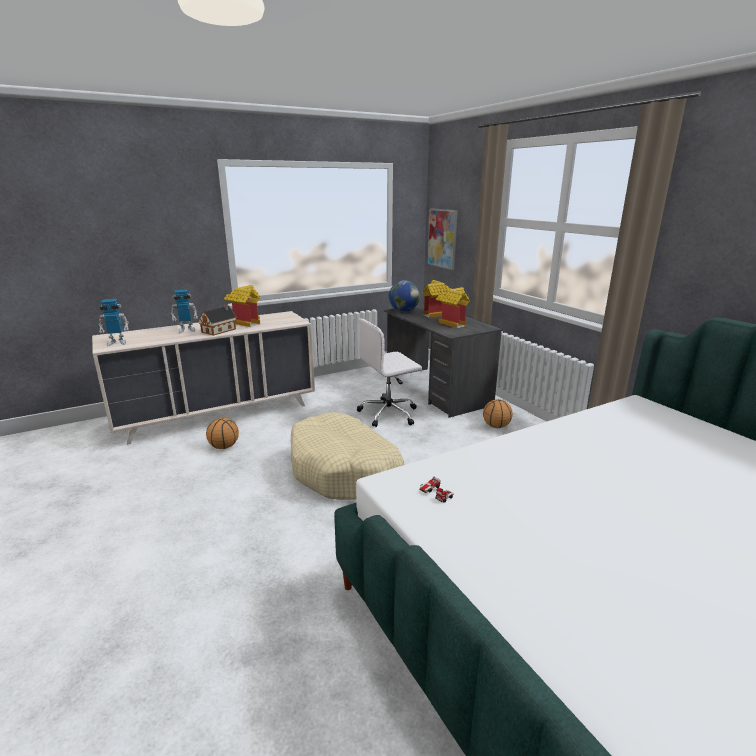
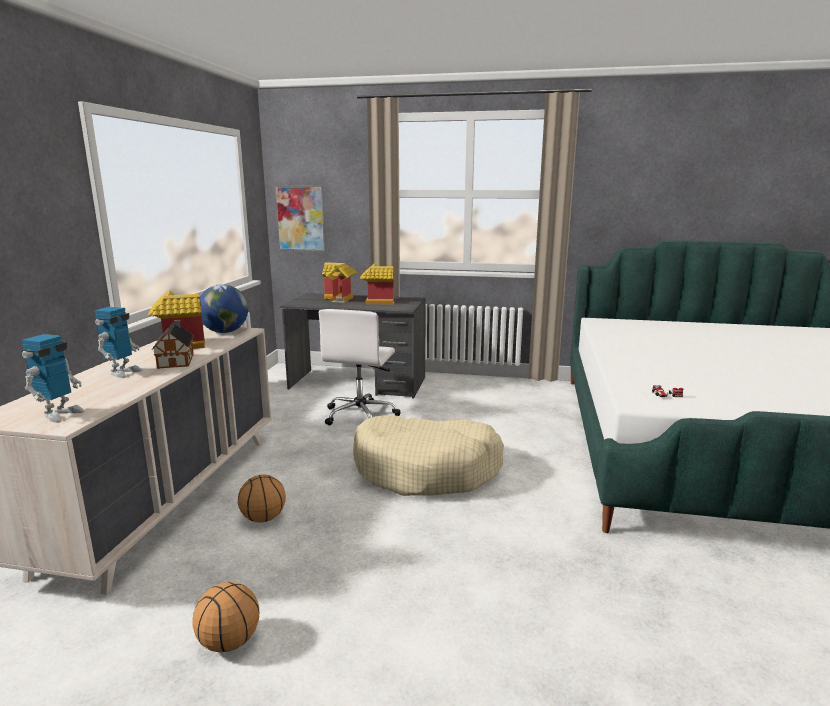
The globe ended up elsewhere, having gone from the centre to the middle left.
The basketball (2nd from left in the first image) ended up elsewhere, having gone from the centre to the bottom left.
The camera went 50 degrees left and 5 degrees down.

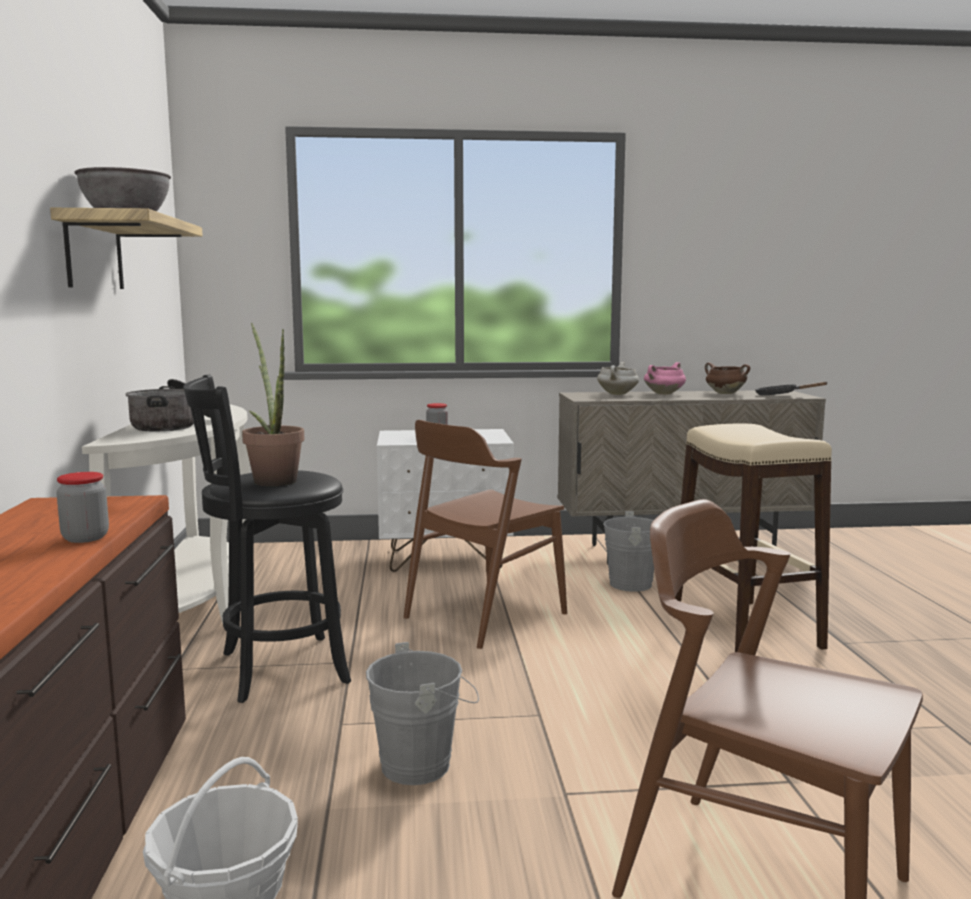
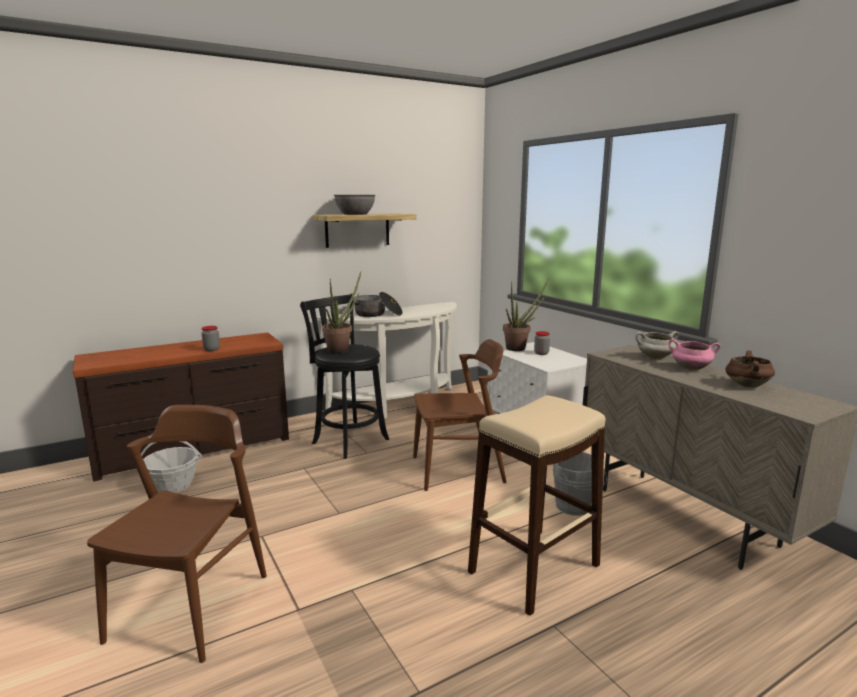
The second view lost the bucket/grey (1st from left) at the bottom centre.
The second view lost the frying pan/black at the middle right.
The second view gained the potted plant (2nd from left) at the centre.
The chair/brown (1st from left in the first image) at the centre ended up facing another way, 150 degrees clockwise from before.
The camera went 65 degrees right and 5 degrees up.

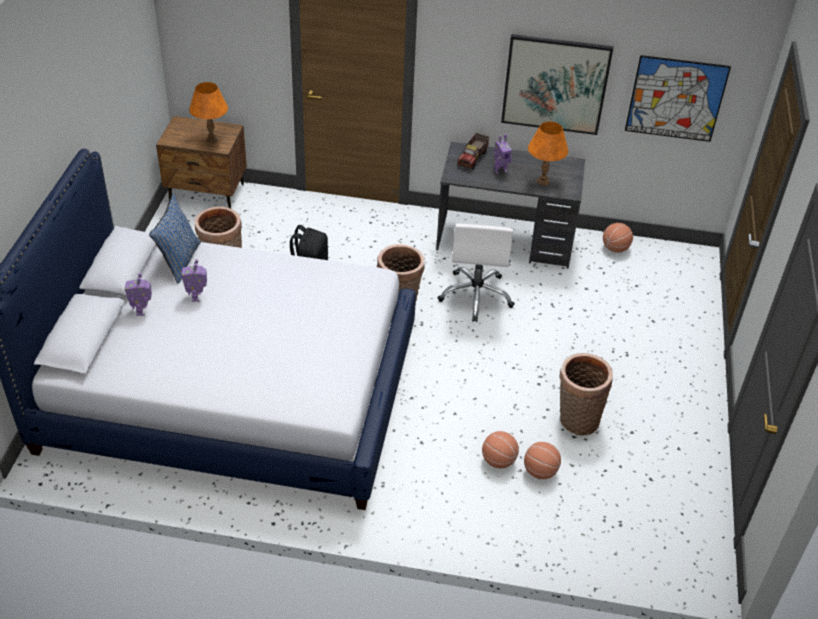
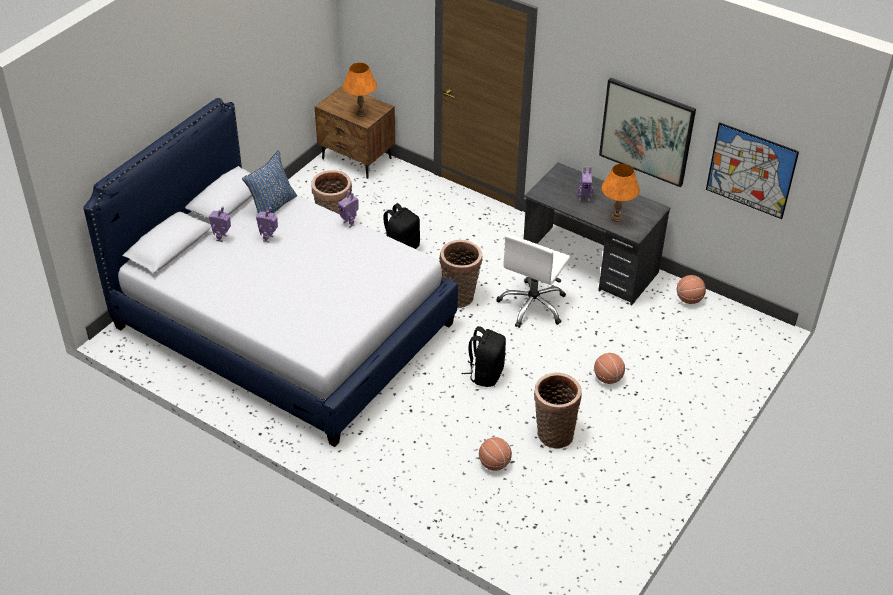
The second view lost the toy truck at the top centre.
The second view gained the toy robot (3rd from left) at the centre.
The second view gained the backpack/black (2nd from left) at the centre.
The basketball (1st from left in the first image) ended up elsewhere, having gone from the bottom centre to the middle right.
The camera went 25 degrees right and 0 degrees up.

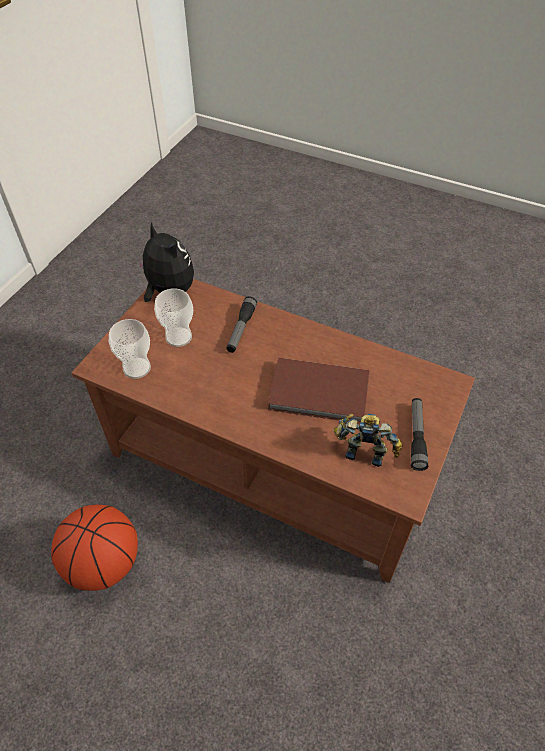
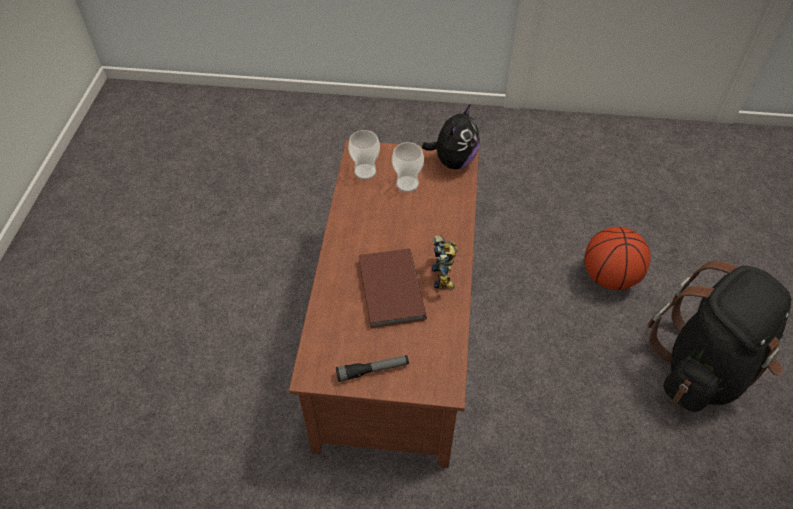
The second view lost the flashlight (1st from left) at the centre.
The second view gained the backpack/black at the middle right.
The basketball ended up elsewhere, having gone from the bottom left to the middle right.
The toy robot ended up elsewhere, having gone from the middle right to the centre.
The camera went 70 degrees right and 0 degrees up.

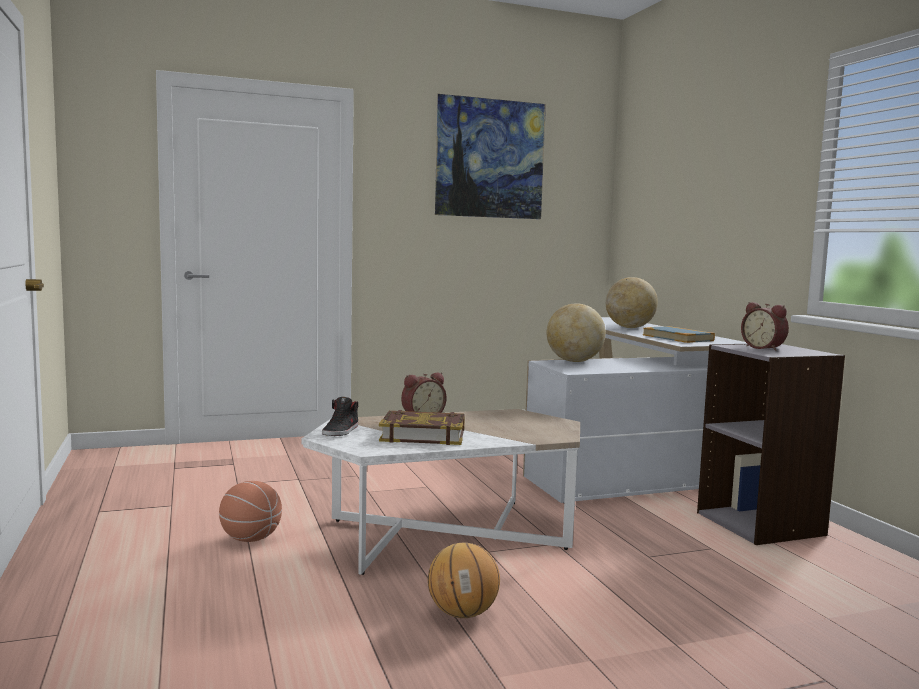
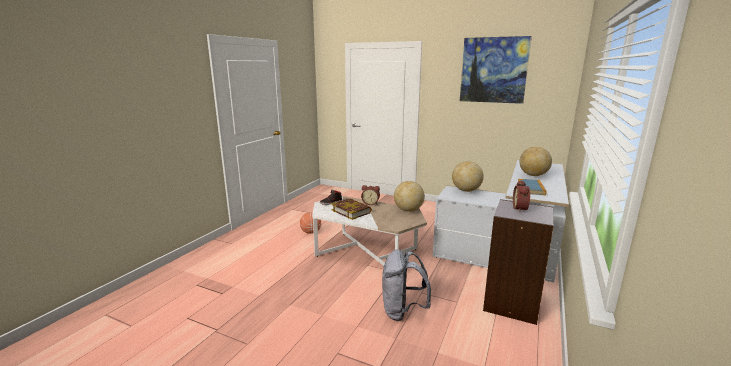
The second view lost the basketball (2nd from left) at the bottom centre.
The second view gained the backpack/grey at the bottom centre.
The second view gained the globe (1st from left) at the centre.
The camera went 45 degrees right and 10 degrees up.

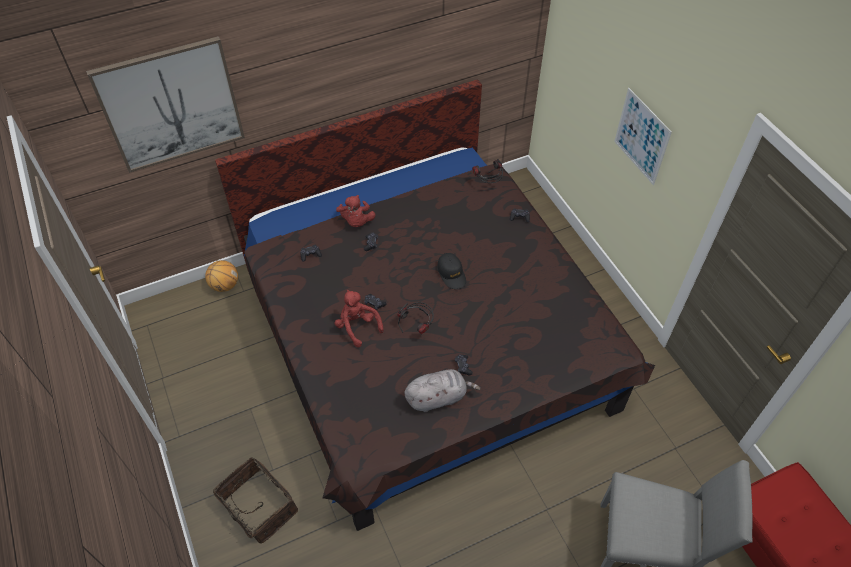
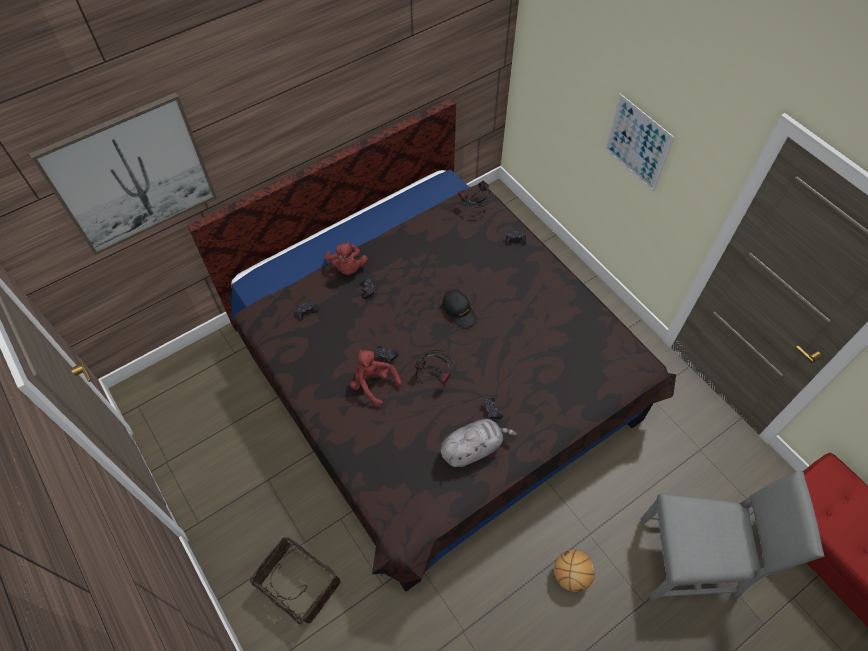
The basketball ended up elsewhere, having gone from the middle left to the bottom centre.
The camera went 10 degrees left and 5 degrees up.

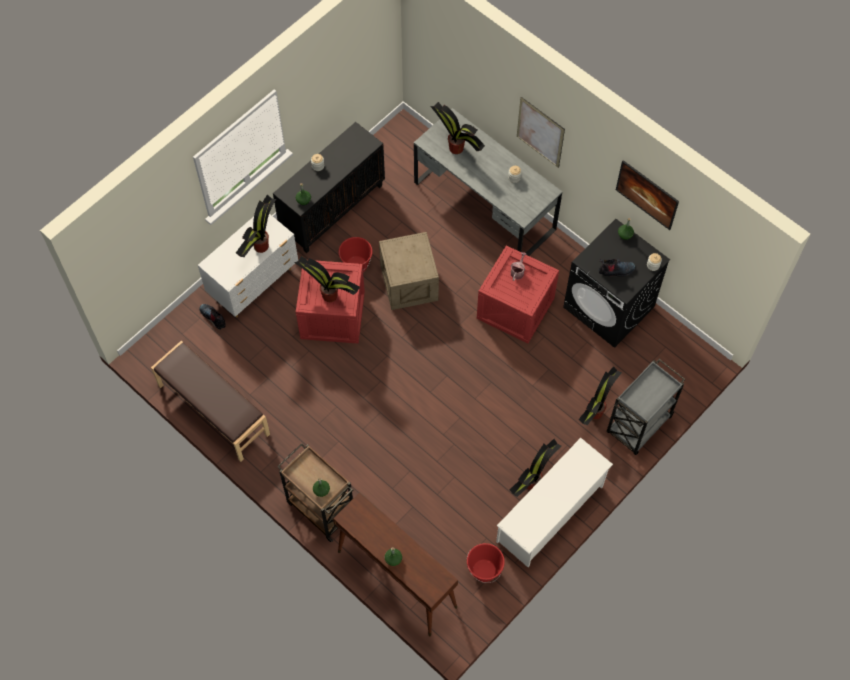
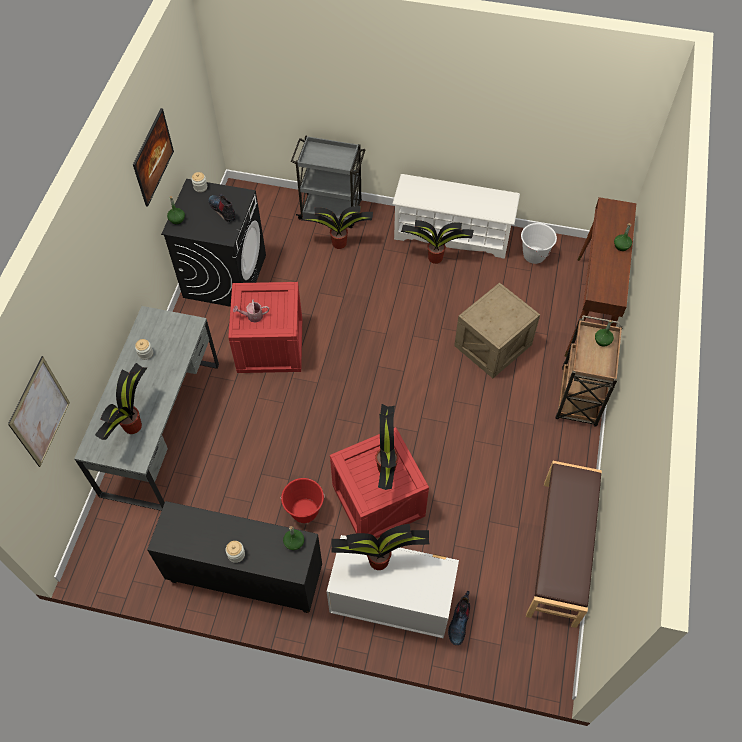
The crate (2nd from left in the first image) ended up elsewhere, having gone from the centre to the middle right.
The picture (1st from left) ended up elsewhere, having gone from the top centre to the middle left.
What was the bucket/red (2nd from left) at the bottom centre turned into the bucket/white at the top right.
The camera went 120 degrees left and 5 degrees down.

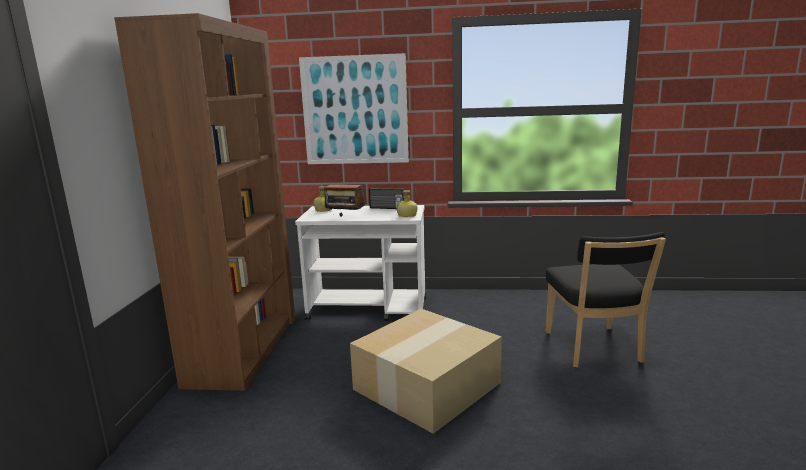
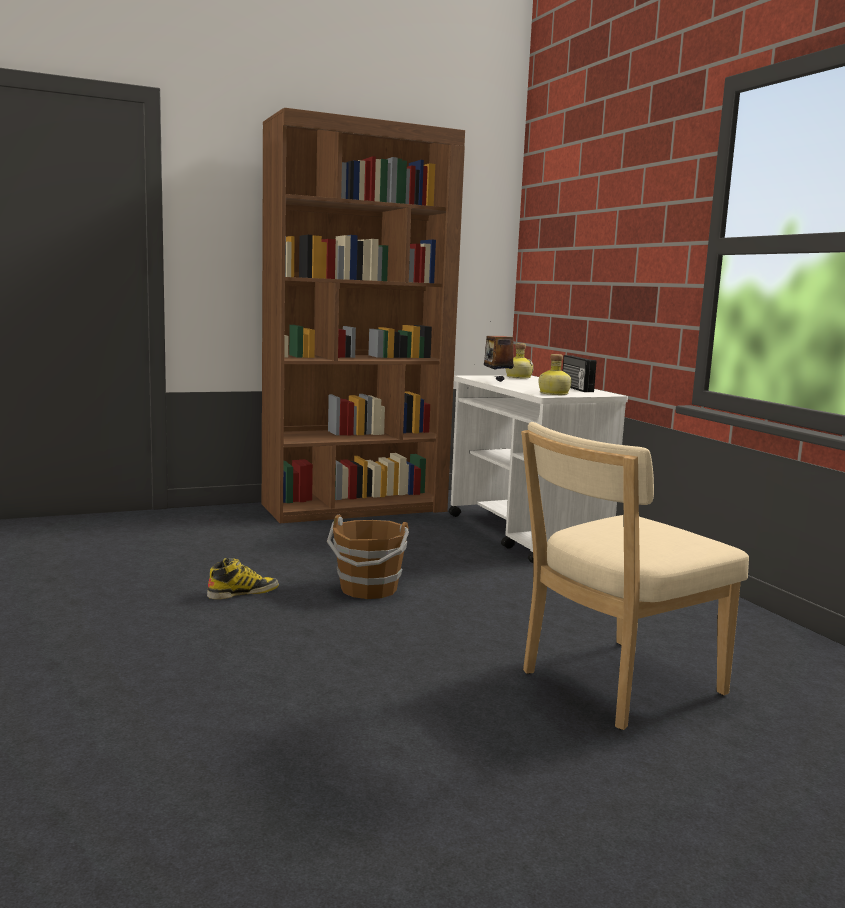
The second view lost the picture at the top centre.
The second view gained the boot at the middle left.
Where the cardboard box stood at the bottom centre, the bucket/brown came to stand at the centre.
What was the chair/black at the middle right turned into the chair/beige at the middle right.
The camera went 60 degrees right and 5 degrees down.

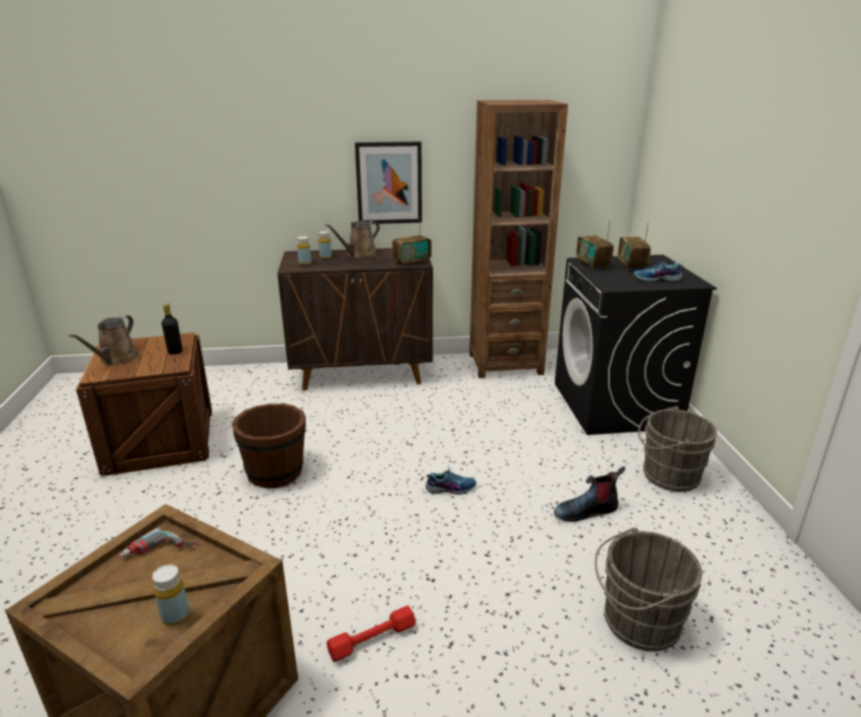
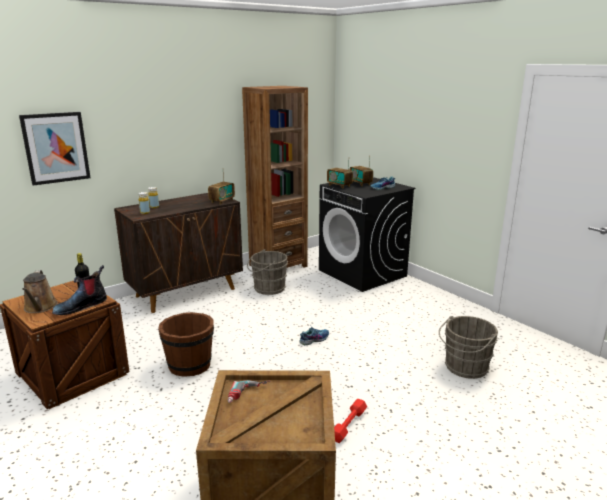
The second view lost the bottle/yellow (1st from left) at the bottom left.
The second view lost the watering can/brown (2nd from left) at the centre.
The picture ended up elsewhere, having gone from the top centre to the top left.
The boot ended up elsewhere, having gone from the bottom right to the middle left.
The bucket/grey (2nd from left in the first image) ended up elsewhere, having gone from the middle right to the centre.
The camera went 30 degrees left and 5 degrees down.

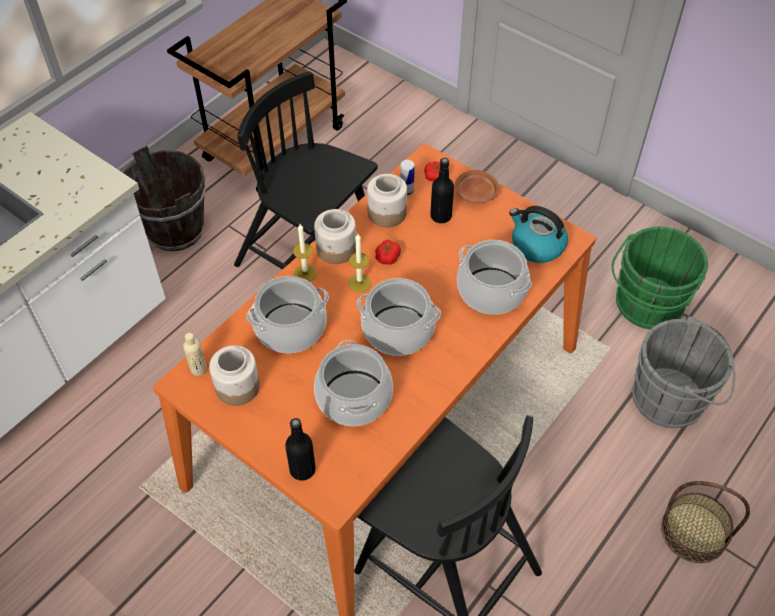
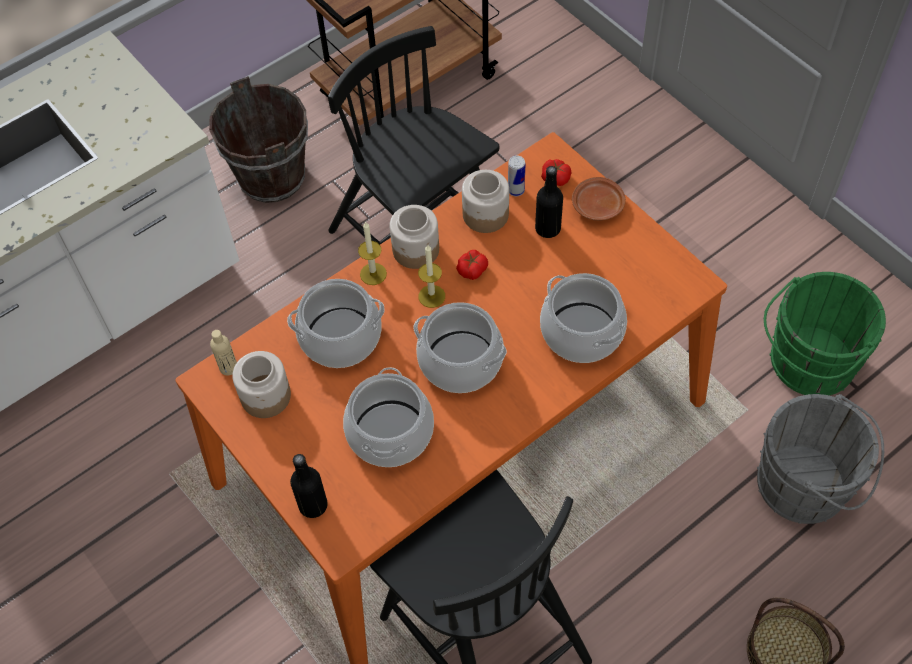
The second view lost the kettle at the middle right.
The camera went 15 degrees right and 5 degrees up.

